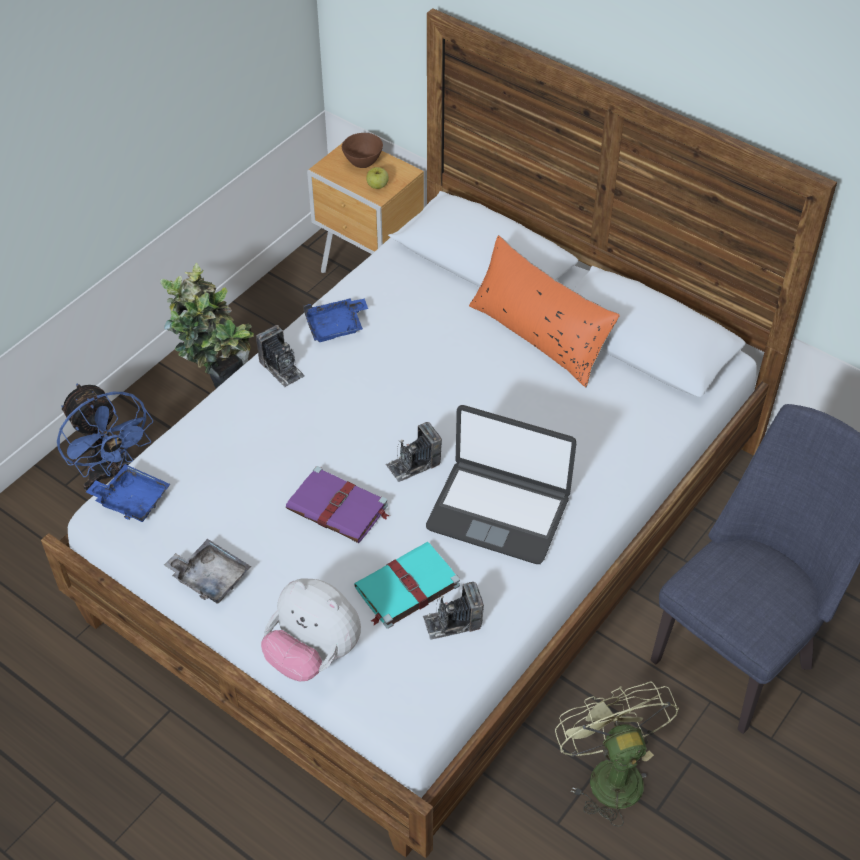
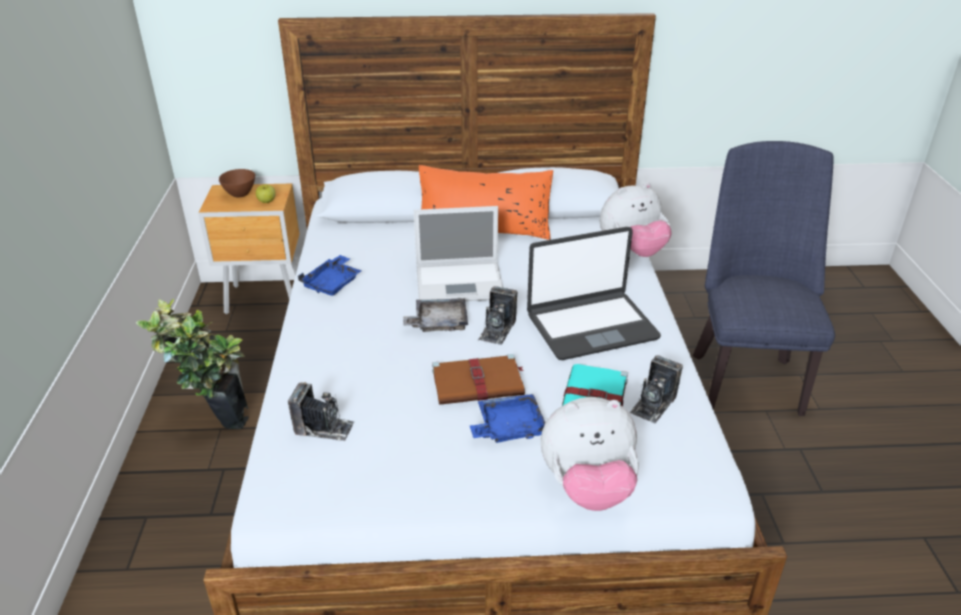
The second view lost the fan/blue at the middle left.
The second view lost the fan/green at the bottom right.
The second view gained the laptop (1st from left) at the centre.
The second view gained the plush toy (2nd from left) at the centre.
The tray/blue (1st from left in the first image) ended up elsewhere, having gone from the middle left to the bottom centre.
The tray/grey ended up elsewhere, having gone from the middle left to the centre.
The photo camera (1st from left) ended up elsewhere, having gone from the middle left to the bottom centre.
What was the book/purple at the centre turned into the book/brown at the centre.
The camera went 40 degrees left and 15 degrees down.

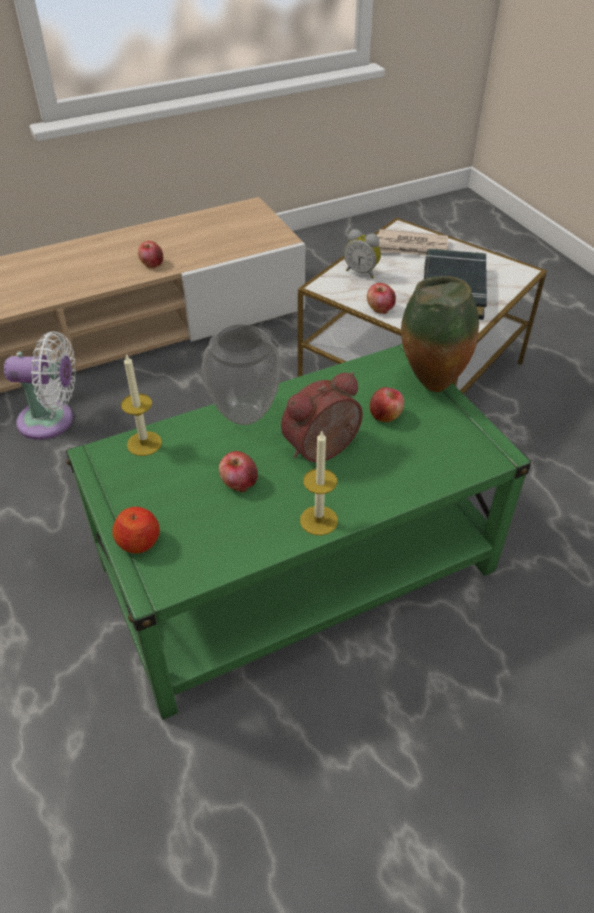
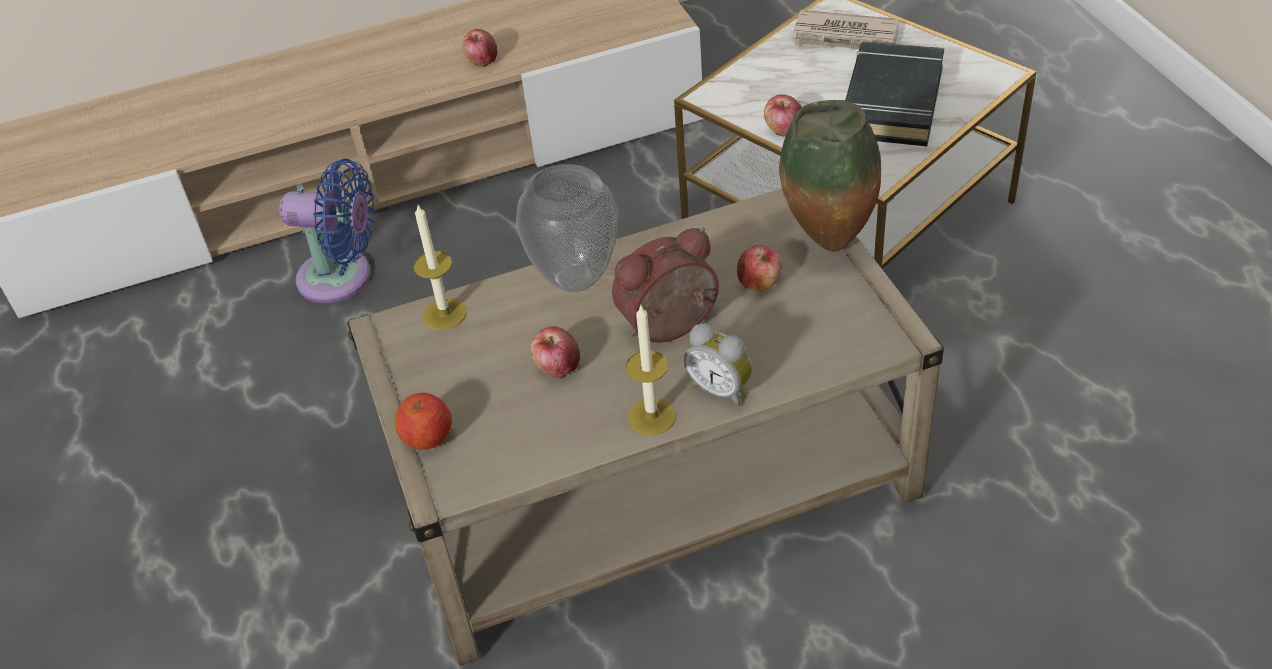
The alarm clock (2nd from left) ended up elsewhere, having gone from the top centre to the centre.
What was the fan/white at the middle left turned into the fan/blue at the middle left.
What was the coffee table/green at the centre turned into the coffee table/beige at the centre.
The camera went 10 degrees right and 0 degrees up.

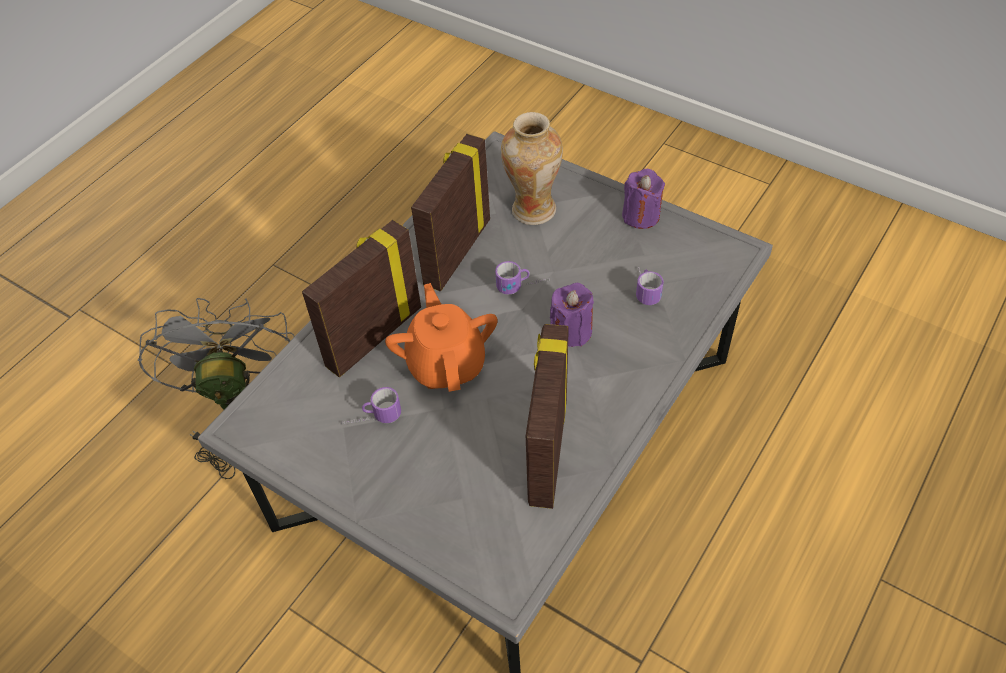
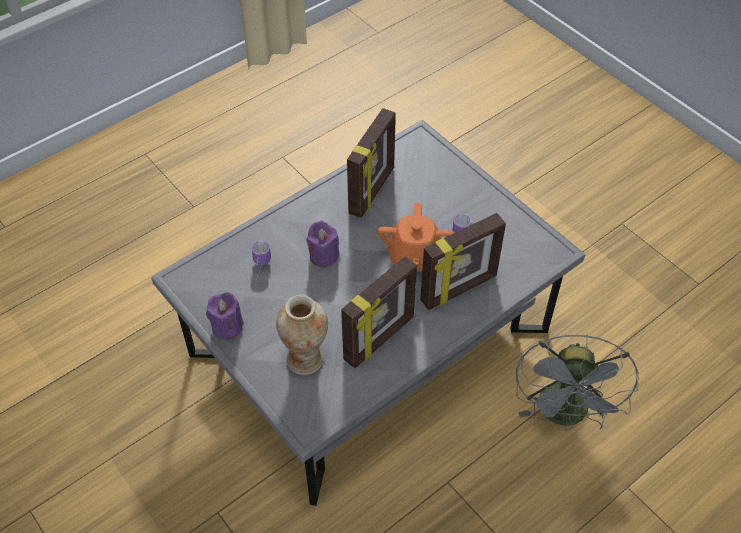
The second view lost the mug (2nd from left) at the centre.
The camera went 165 degrees left and 0 degrees up.

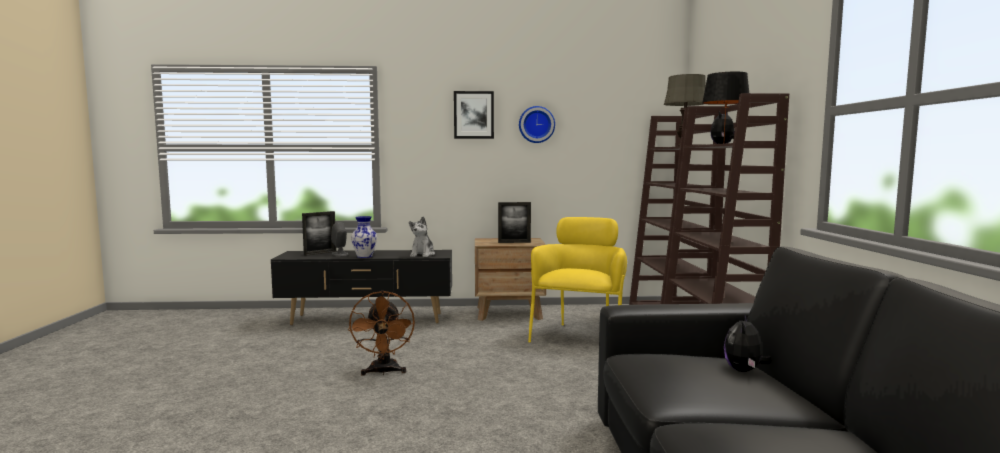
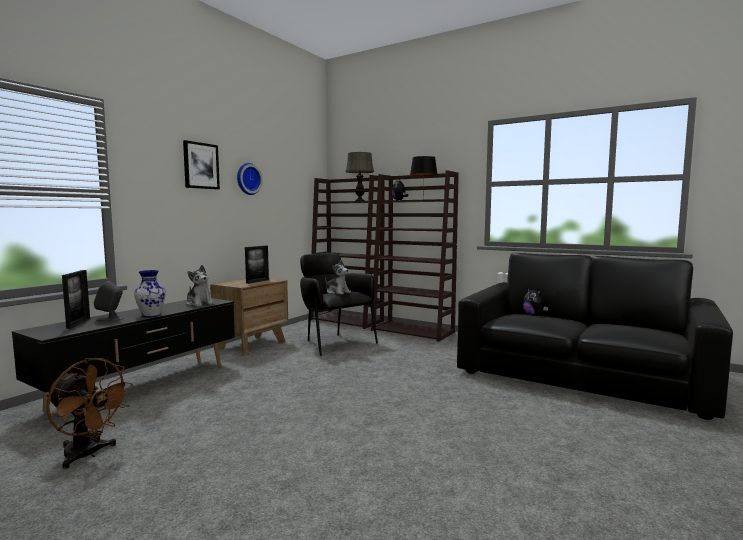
The second view gained the plush toy (2nd from left) at the centre.
The fan/brown ended up elsewhere, having gone from the bottom centre to the bottom left.
What was the armchair/yellow at the centre turned into the armchair/black at the centre.
The camera went 55 degrees left and 0 degrees up.

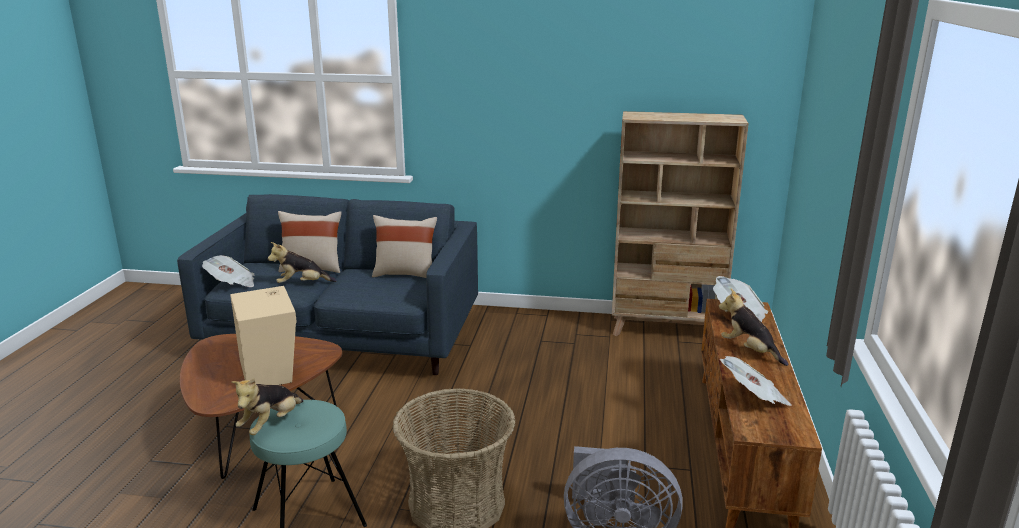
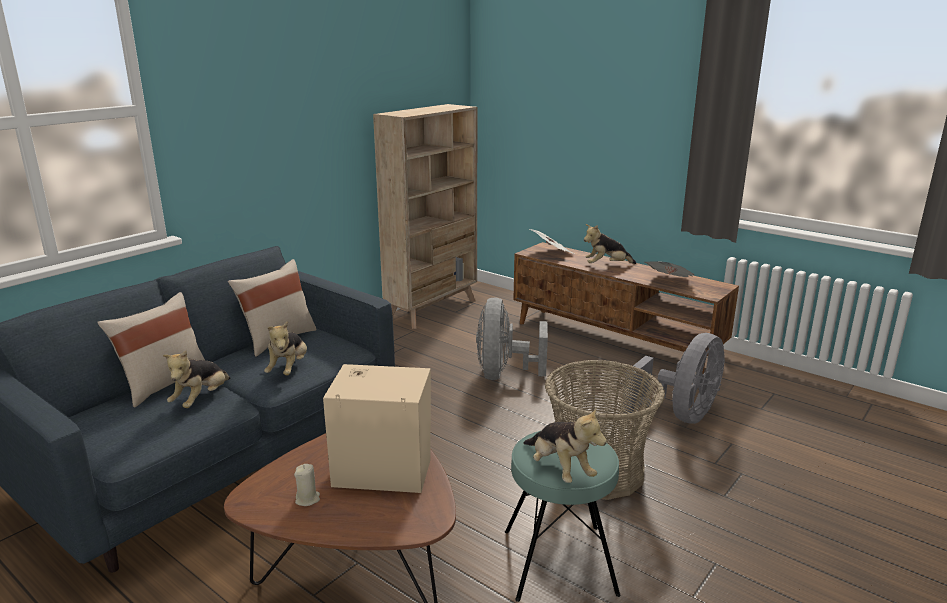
The second view lost the newspaper (1st from left) at the middle left.
The second view gained the plush toy (2nd from left) at the middle left.
The second view gained the candle/beige at the bottom left.
The second view gained the fan/grey (1st from left) at the centre.
The camera went 60 degrees left and 0 degrees up.

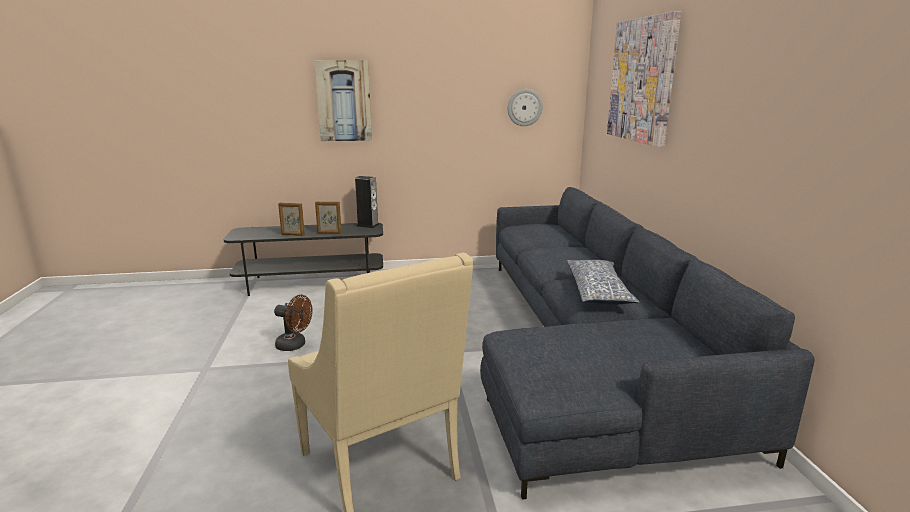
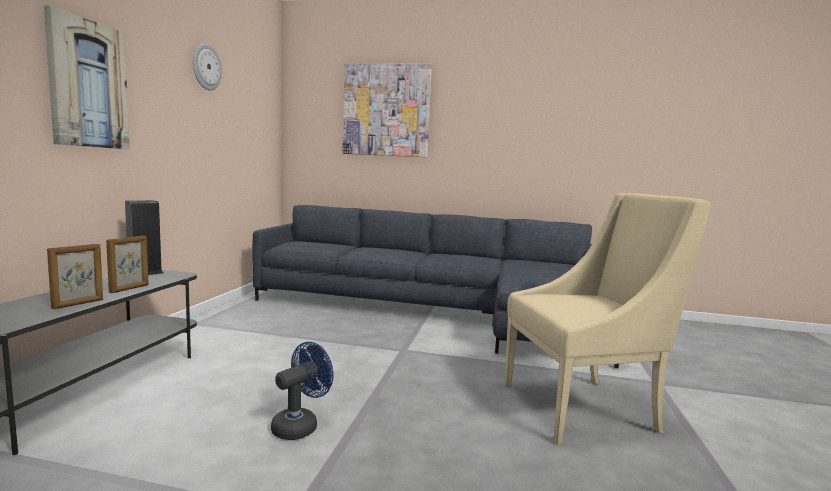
The second view lost the pillow at the centre.
The wall clock ended up elsewhere, having gone from the top centre to the top left.
What was the fan/brown at the middle left turned into the fan/blue at the bottom centre.
The camera went 70 degrees left and 10 degrees down.

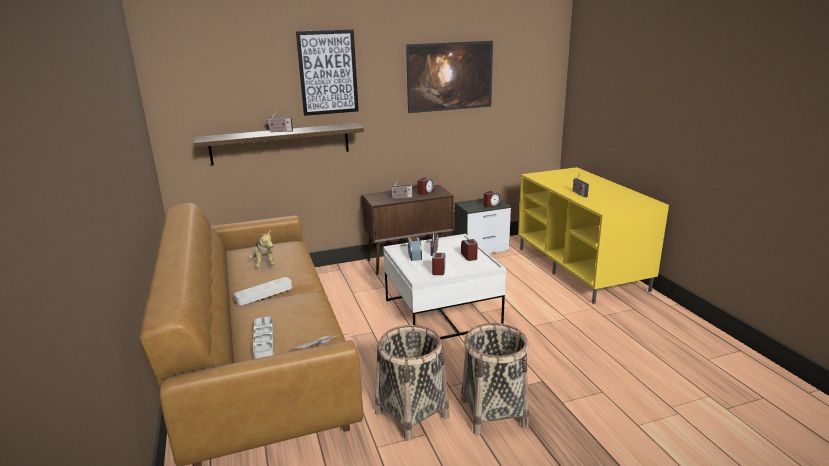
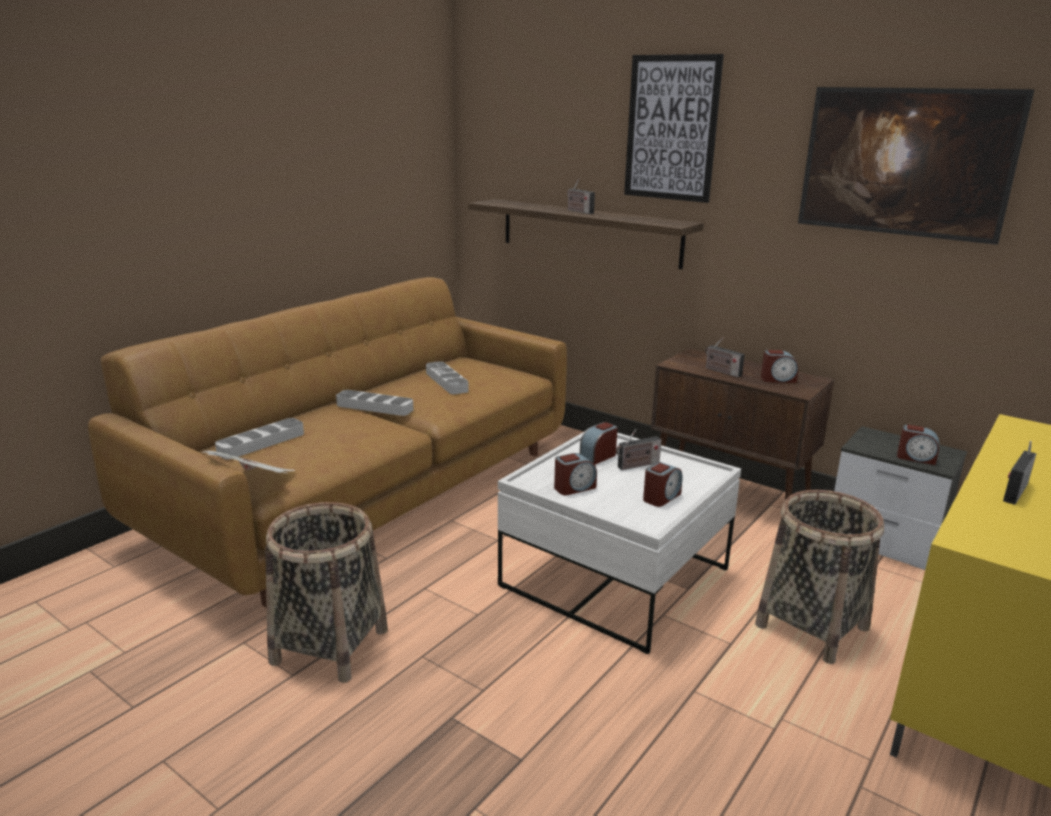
The basket (2nd from left) ended up elsewhere, having gone from the bottom centre to the bottom right.
Where the plush toy stood at the middle left, the tray/grey (3rd from left) came to stand at the centre.
The camera went 55 degrees right and 0 degrees up.

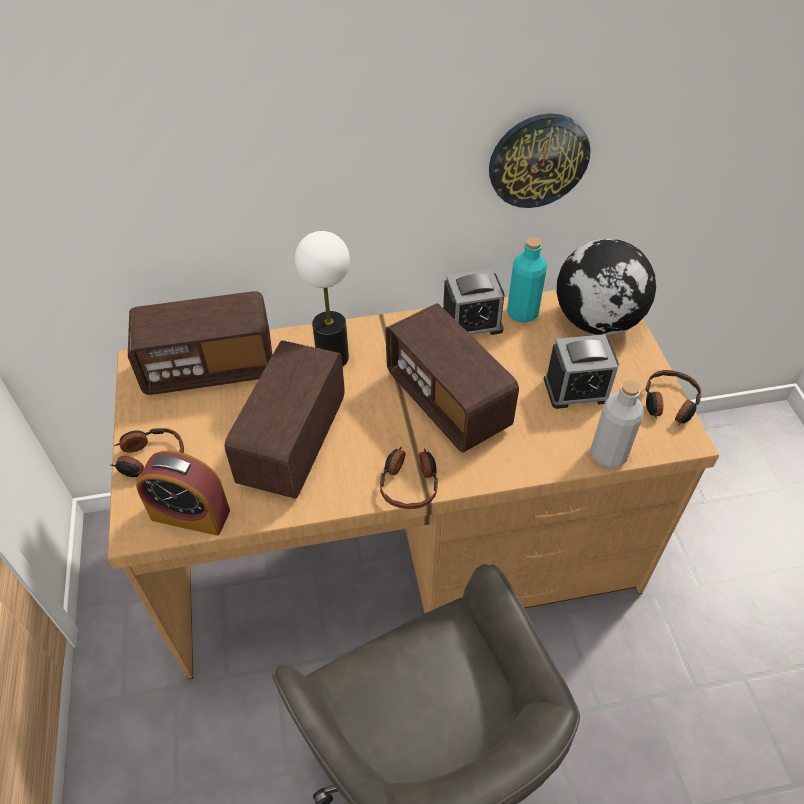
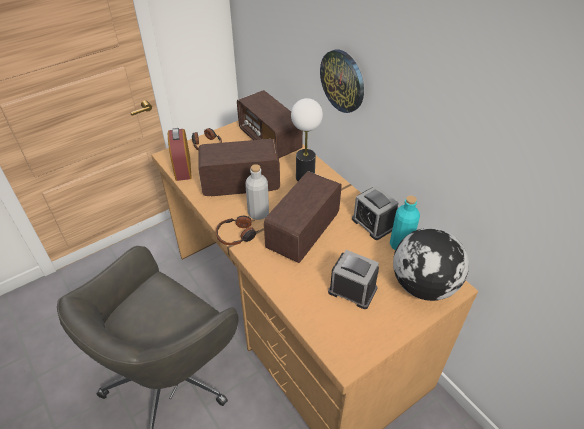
The second view lost the headphones (3rd from left) at the middle right.
The wall clock ended up elsewhere, having gone from the top right to the top centre.
The bottle/grey ended up elsewhere, having gone from the middle right to the centre.
The alarm clock (3rd from left in the first image) at the middle right ended up facing another way, 150 degrees clockwise from before.
The camera went 65 degrees right and 5 degrees down.

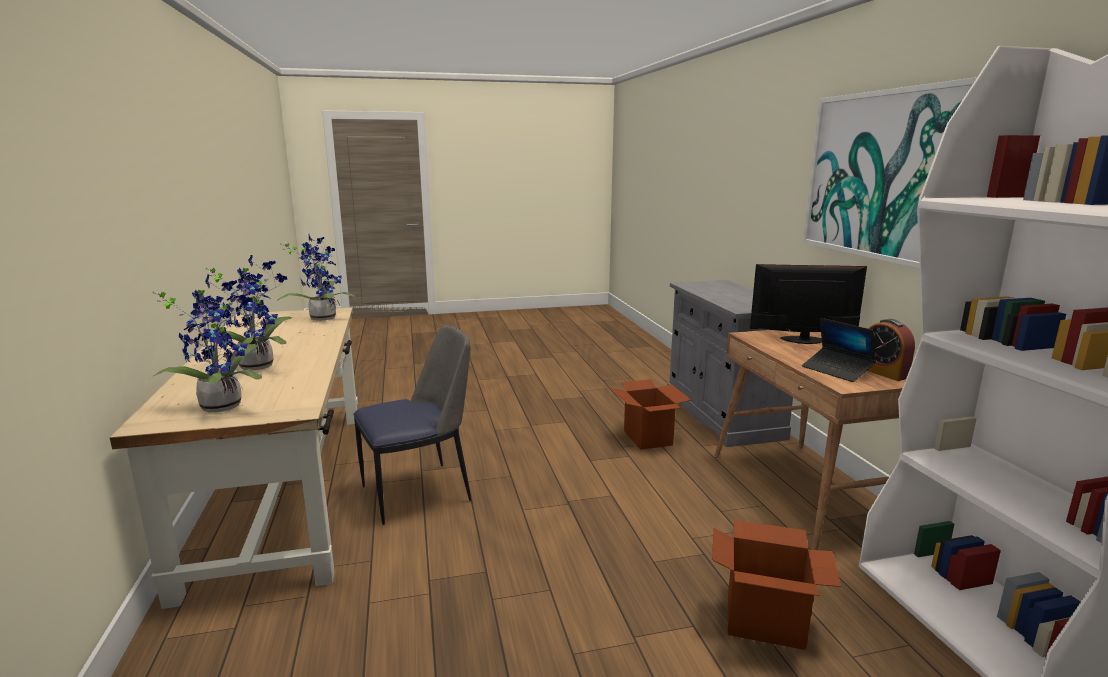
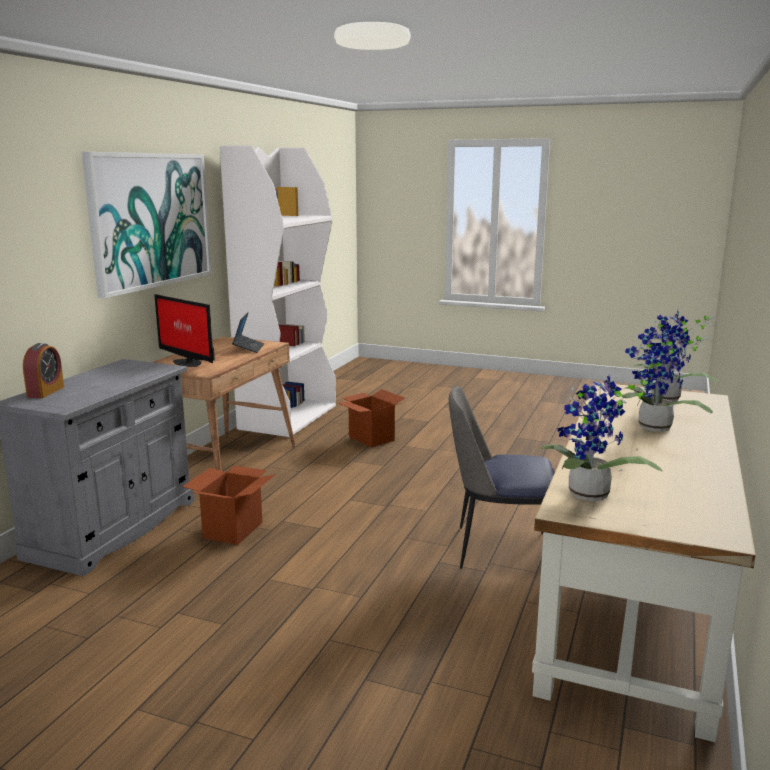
The alarm clock ended up elsewhere, having gone from the middle right to the middle left.
The camera went 145 degrees left and 0 degrees up.

